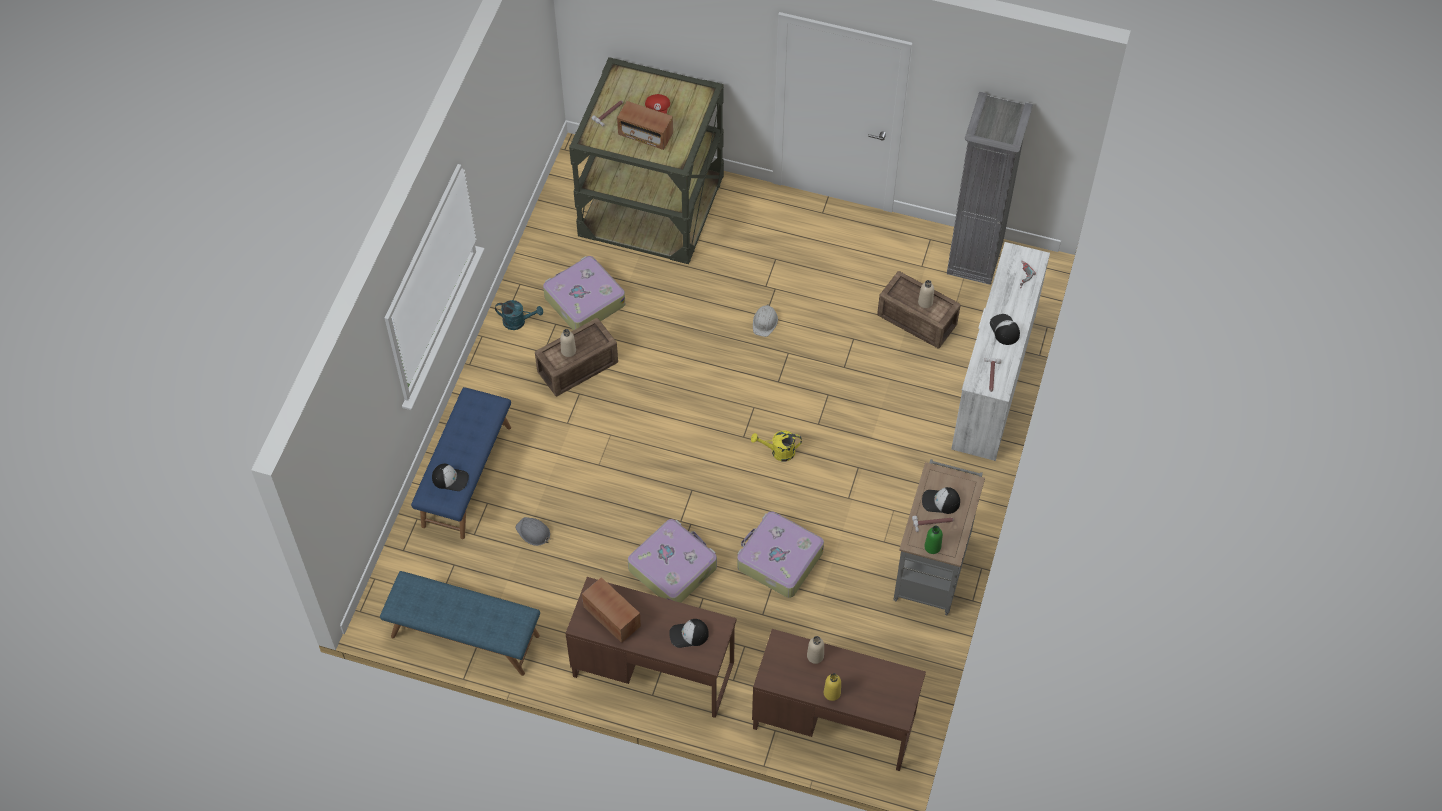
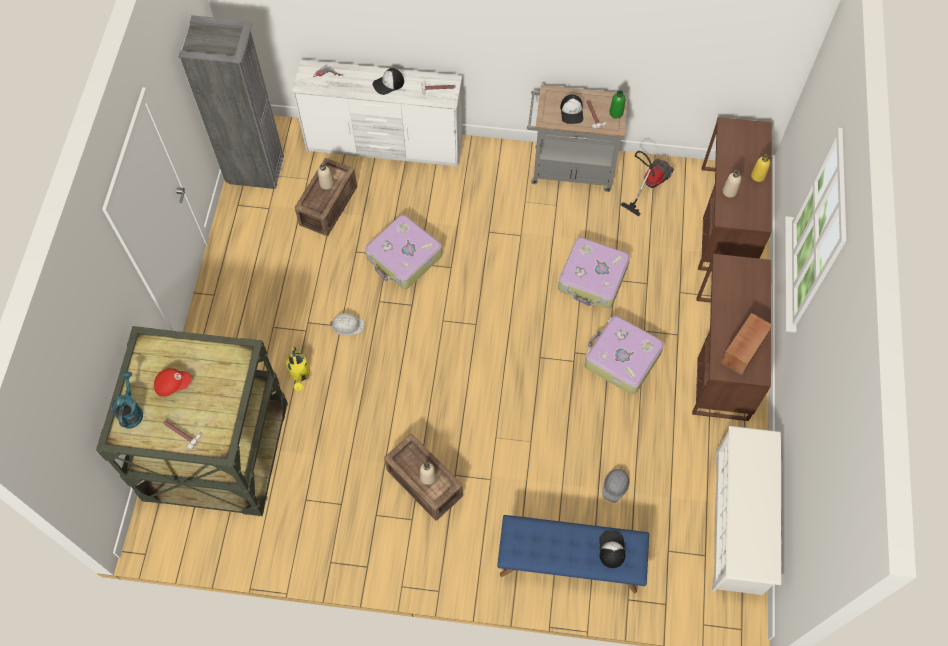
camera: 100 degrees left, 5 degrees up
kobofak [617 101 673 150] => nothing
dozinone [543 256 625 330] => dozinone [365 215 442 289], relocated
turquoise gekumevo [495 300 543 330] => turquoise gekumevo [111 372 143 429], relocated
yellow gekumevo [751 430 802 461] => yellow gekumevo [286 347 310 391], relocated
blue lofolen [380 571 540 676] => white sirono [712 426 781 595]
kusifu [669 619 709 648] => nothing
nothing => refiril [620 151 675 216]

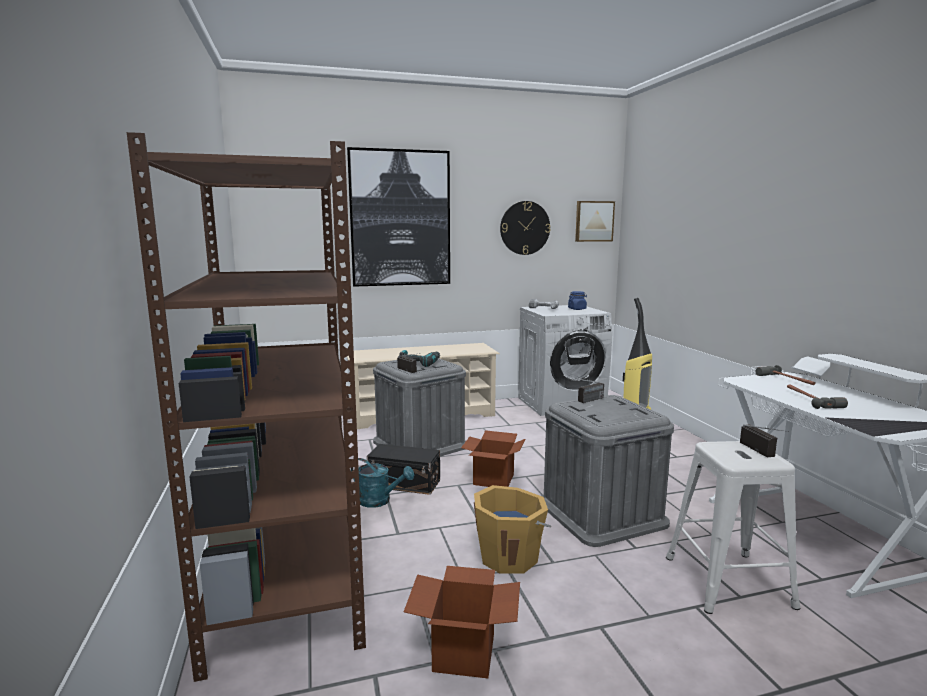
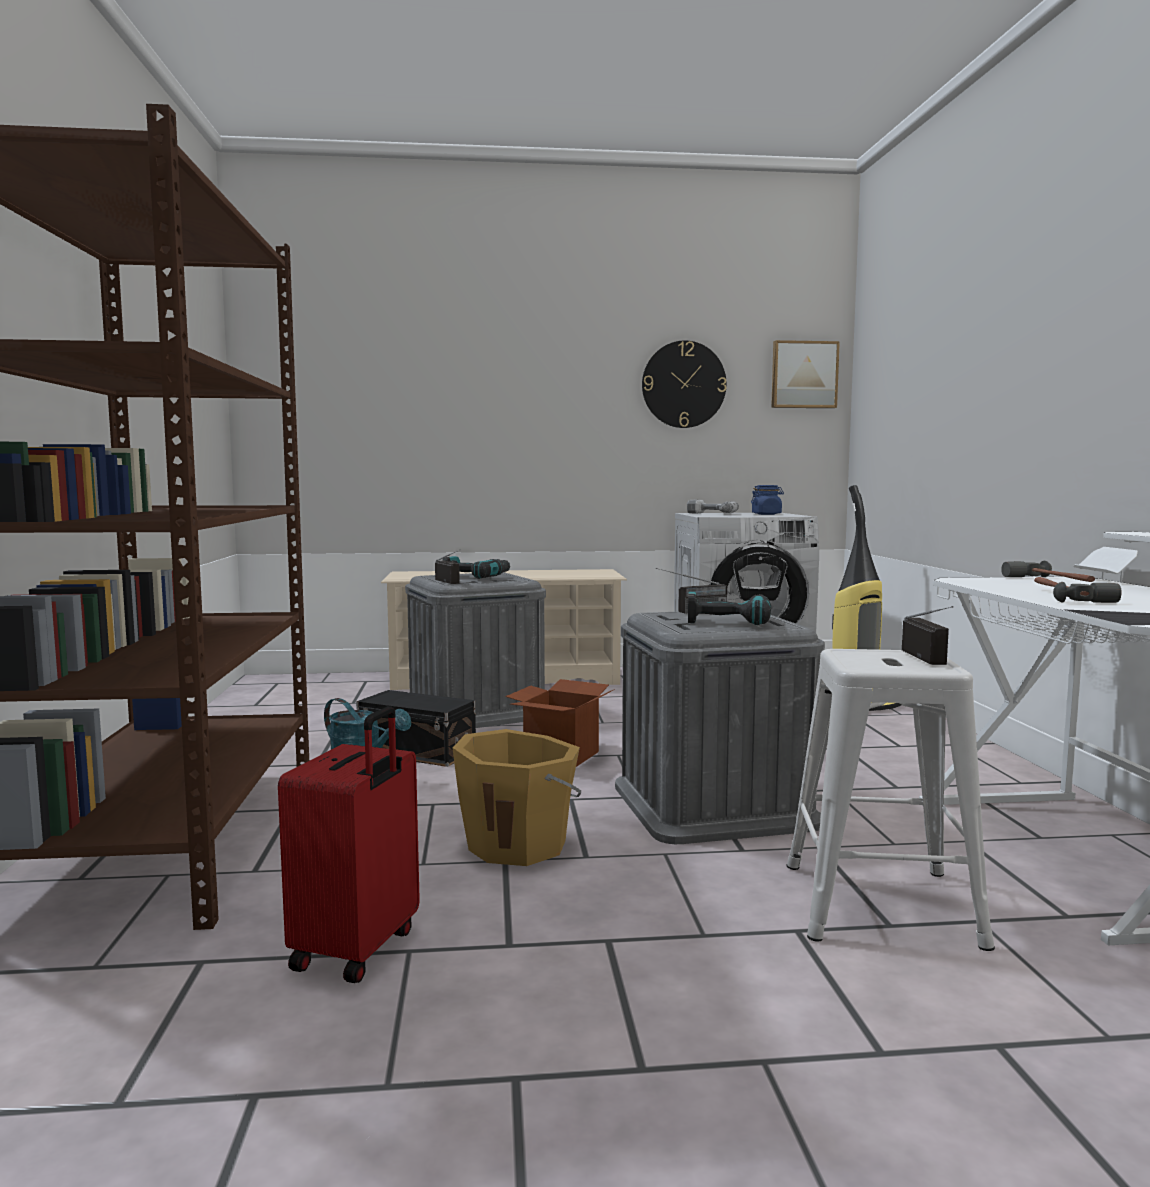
camera: 10 degrees right, 5 degrees down
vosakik [347 147 450 287] => nothing
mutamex [404 566 520 678] => red dozinone [278 706 420 983]
nothing => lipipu [688 592 771 625]

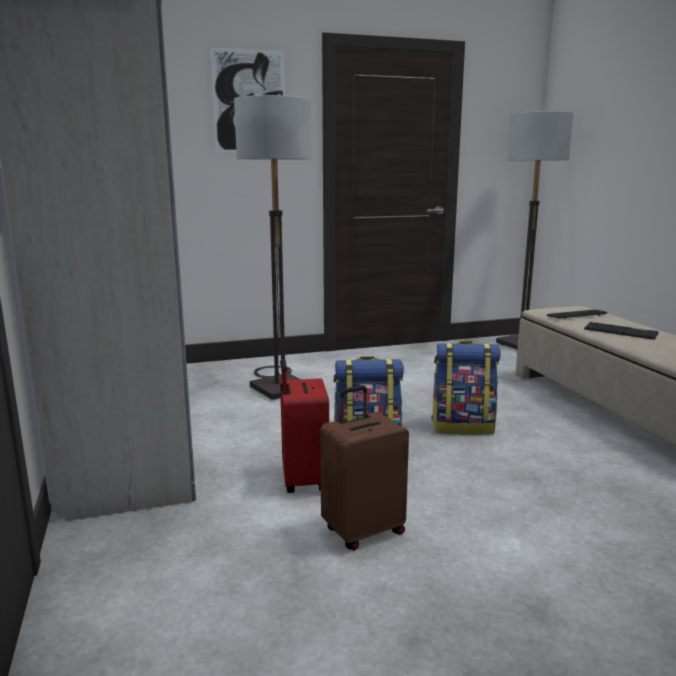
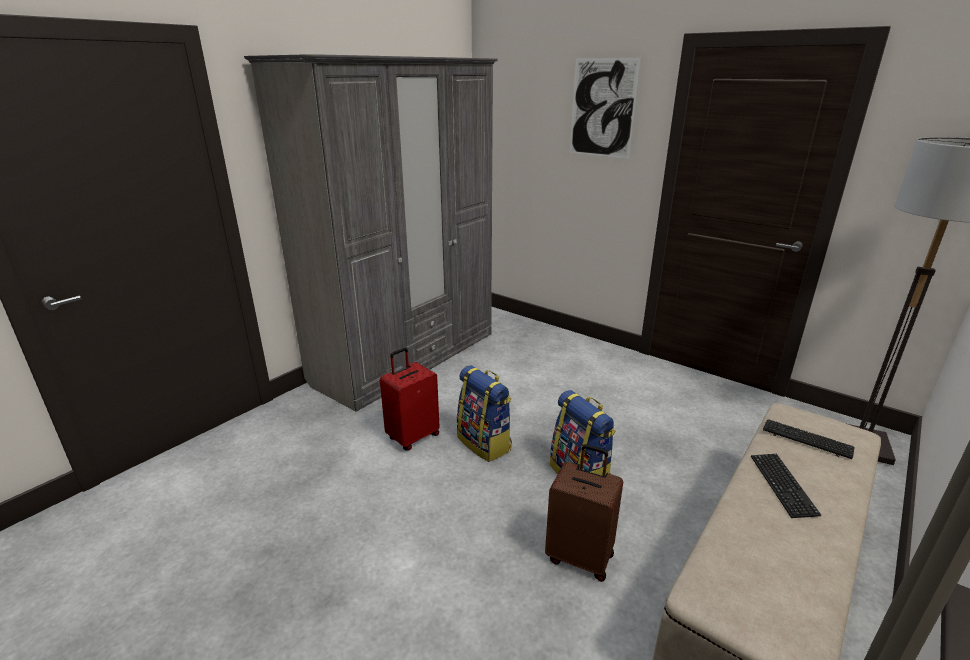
camera: 55 degrees right, 10 degrees up
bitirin [234 95 311 400] => nothing
brown dozinone [320 385 409 550] => brown dozinone [545 444 623 582], relocated

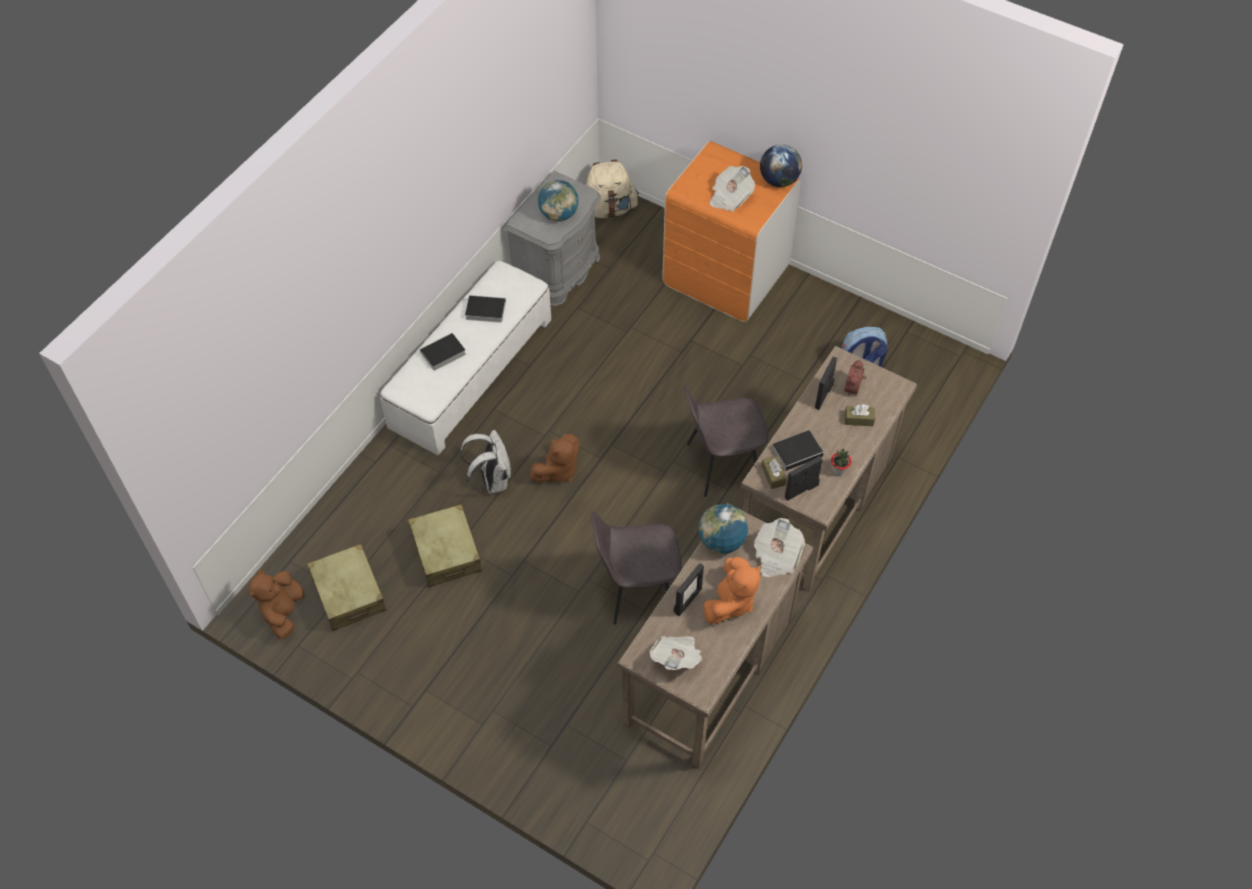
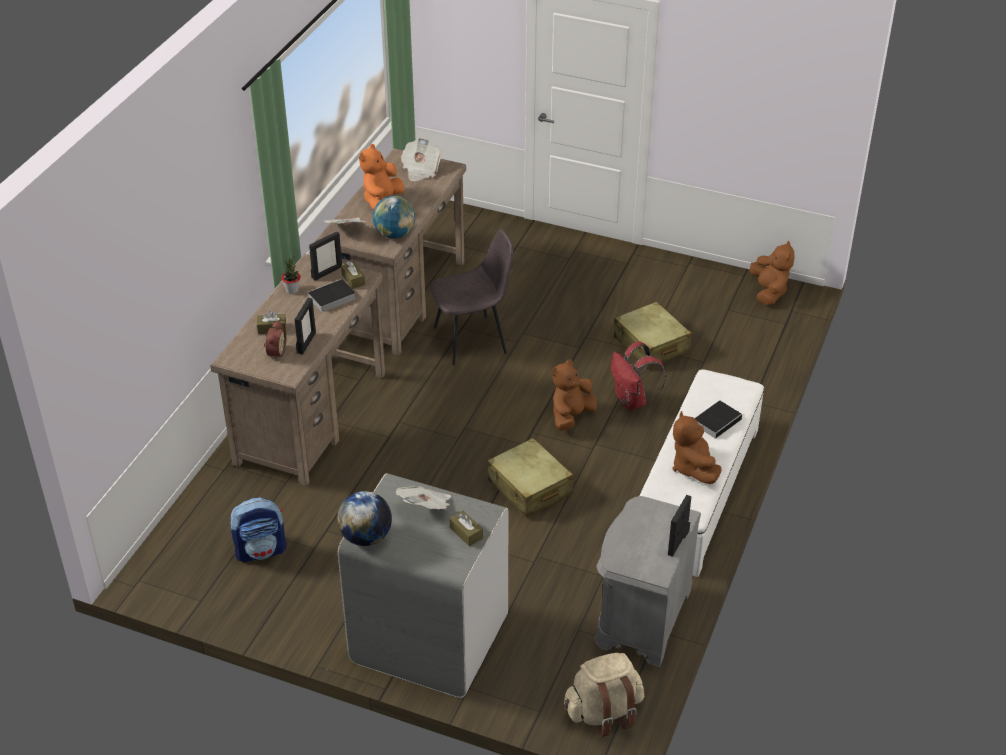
camera: 170 degrees right, 15 degrees down
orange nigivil [662 141 801 322] => grey nigivil [338 473 508 698]
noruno [538 180 579 221] => nothing
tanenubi [463 295 506 323] => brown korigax [672 411 722 484]
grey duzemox [684 386 769 497] => nothing
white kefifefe [460 430 511 494] => red kefifefe [611 341 666 410]
beige dozinone [307 544 386 631] => beige dozinone [487 438 573 517], relocated
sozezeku [674 563 704 616] => sozezeku [668 495 691 557], relocated
nothing => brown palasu [449 511 483 546]

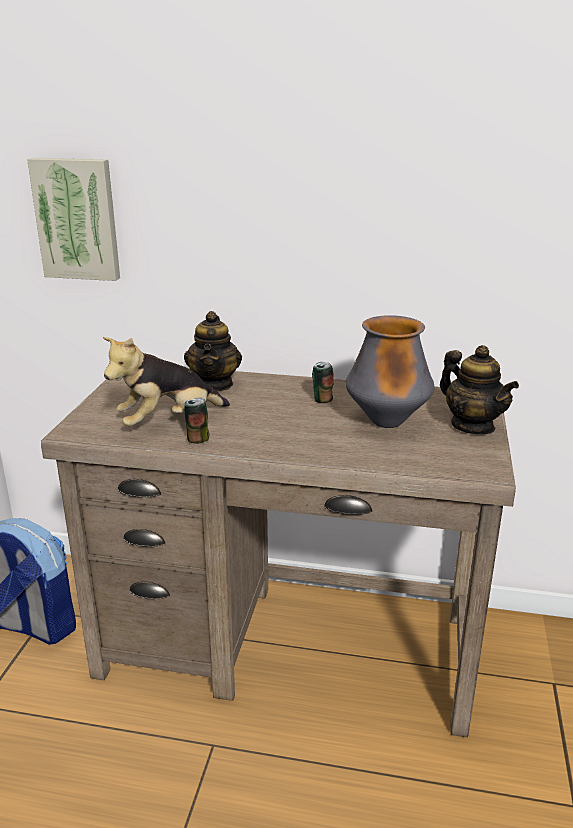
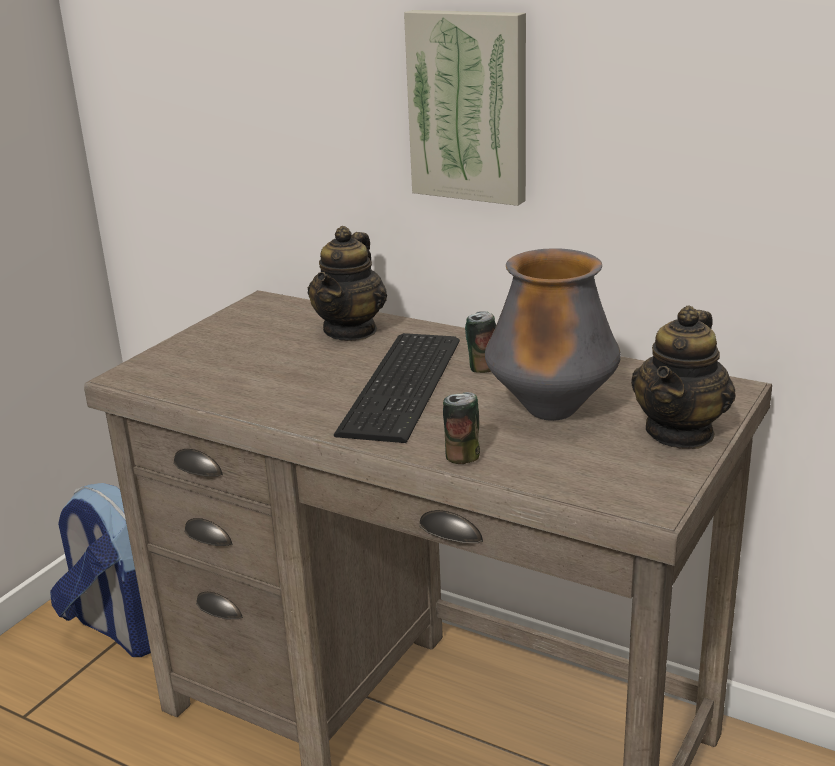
camera: 20 degrees right, 0 degrees up
vosakik [27 158 120 281] => vosakik [404 10 526 206], relocated
korigax [103 337 230 426] => nothing
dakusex [440 345 519 434] => dakusex [631 305 736 449], 45 degrees clockwise
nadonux [184 397 209 444] => nadonux [443 392 480 464], relocated
nothing => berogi [334 333 460 443]

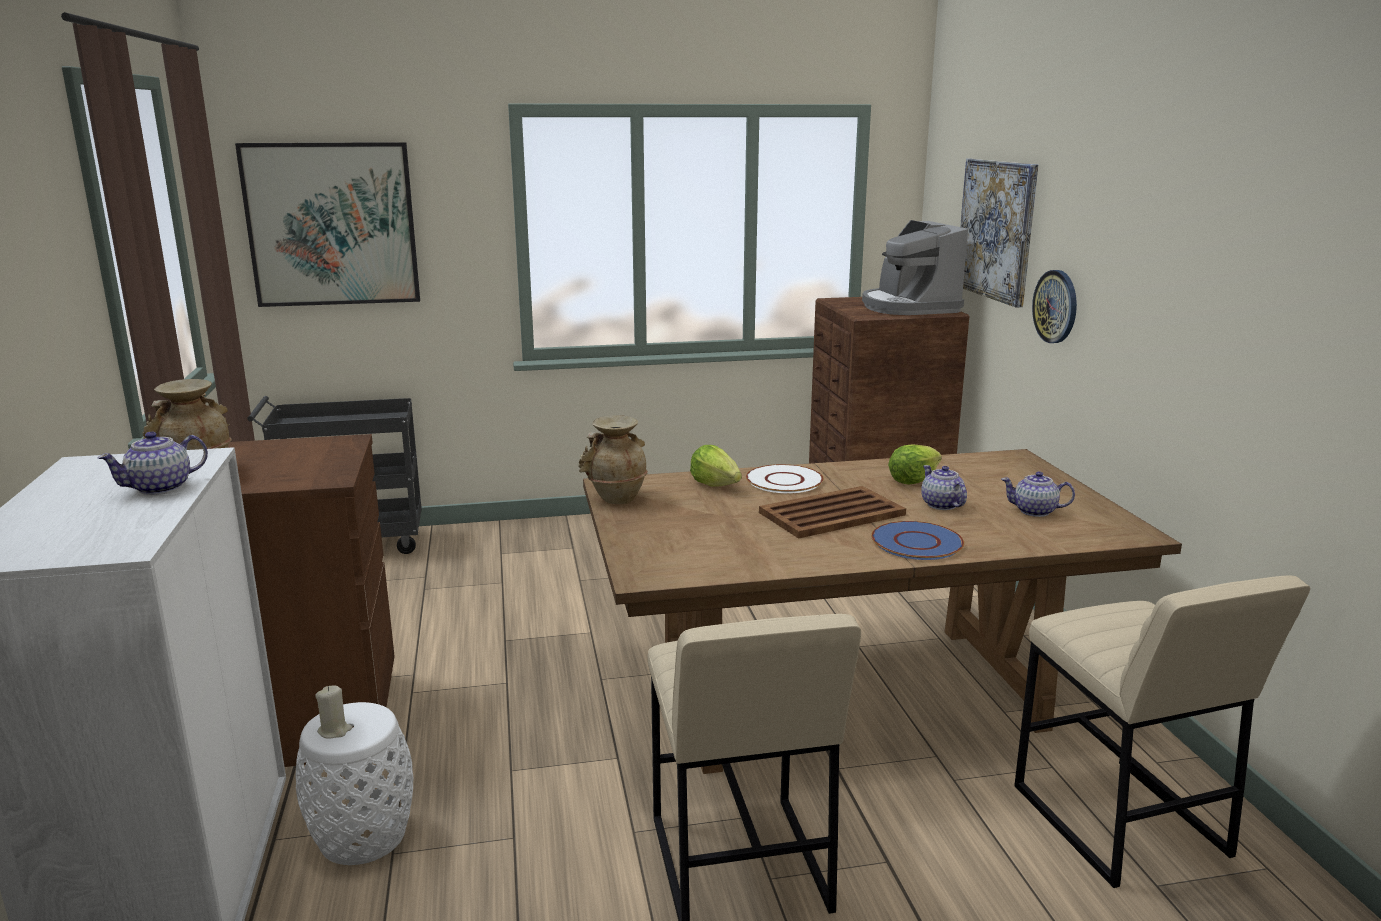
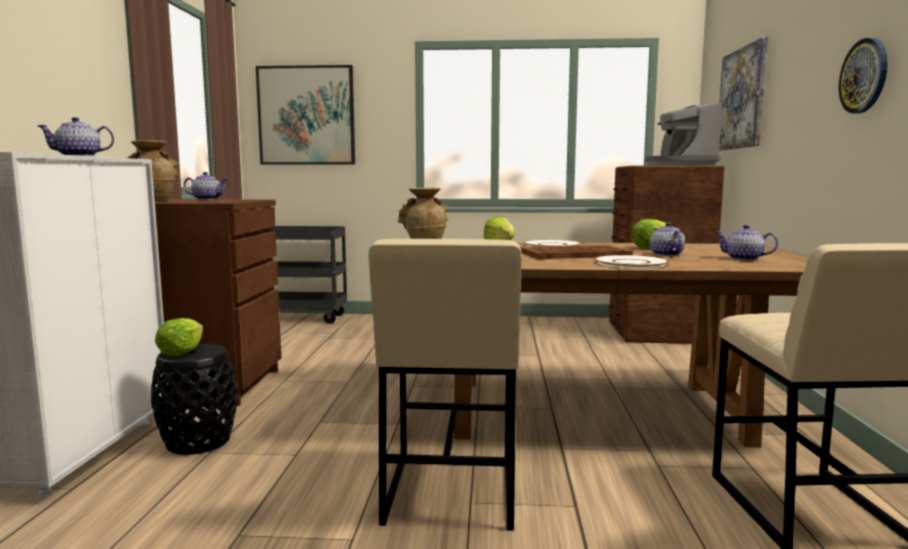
camera: 15 degrees right, 10 degrees down
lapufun [1032 270 1077 343] => lapufun [839 38 888 114], relocated
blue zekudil [871 521 964 560] => white zekudil [594 255 670 268]
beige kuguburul [315 685 352 739] => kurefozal [155 318 203 356]
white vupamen [296 702 414 865] => black vupamen [151 344 237 455]
nothing => dakusex [184 172 228 200]

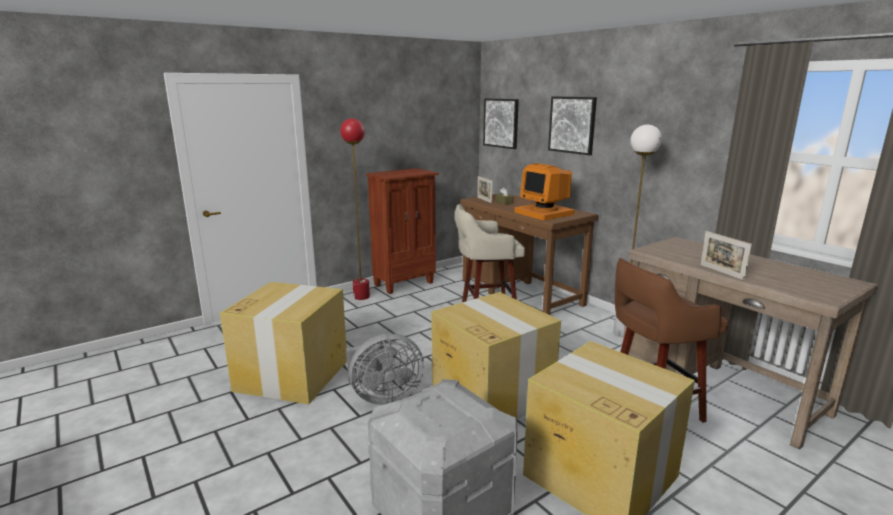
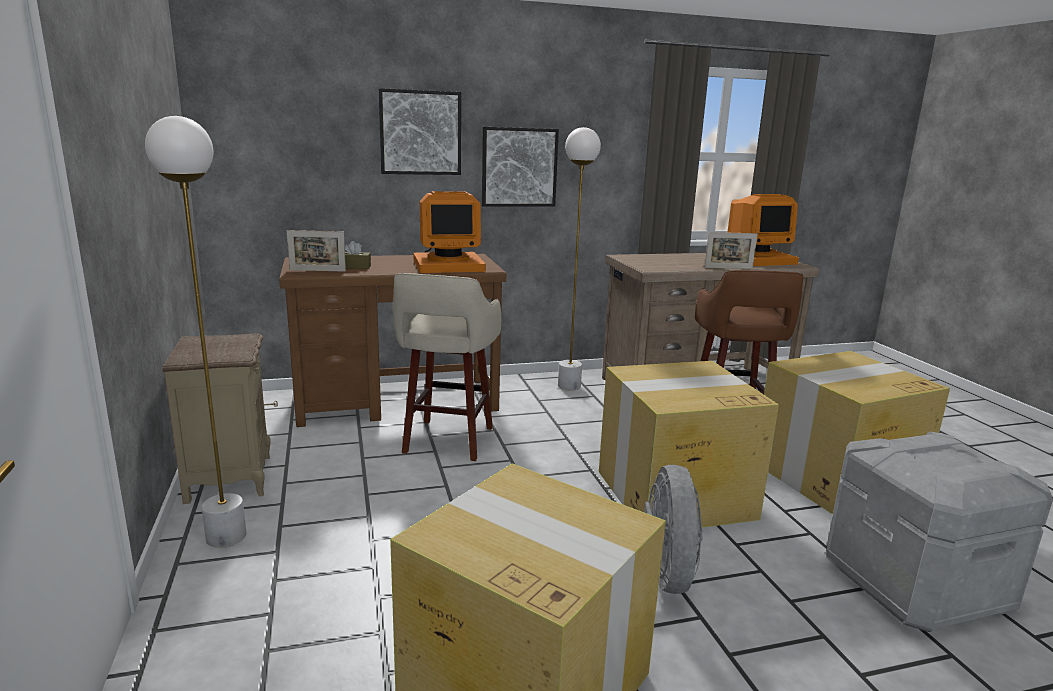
camera: 70 degrees left, 0 degrees up
vosakik [483 98 519 149] => vosakik [482 127 559 207], relocated
red bitirin [340 118 370 300] => white bitirin [145 116 246 548]
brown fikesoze [366 168 439 294] => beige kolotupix [162 334 278 504]
nothing => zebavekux [727 194 799 266]

